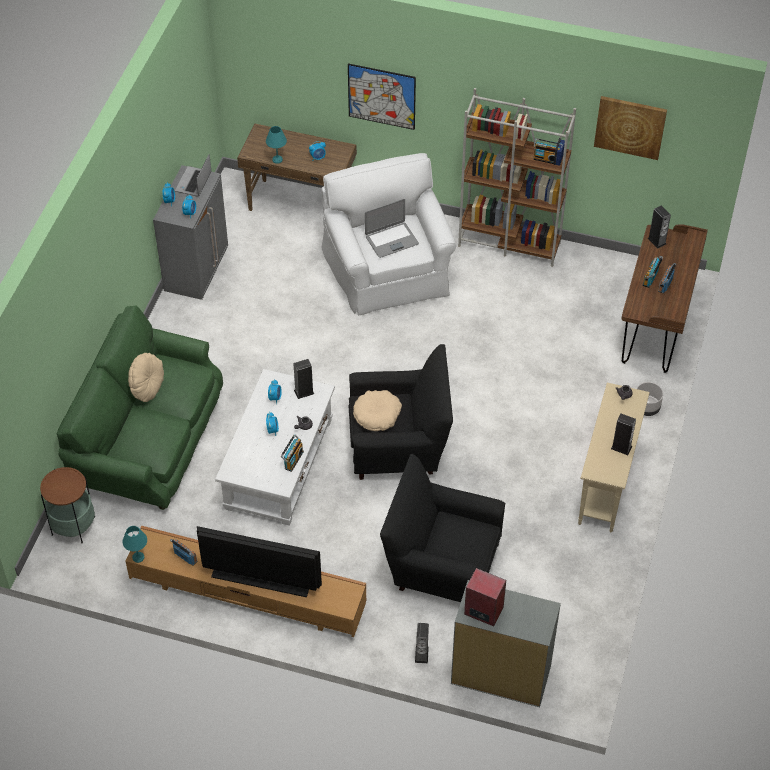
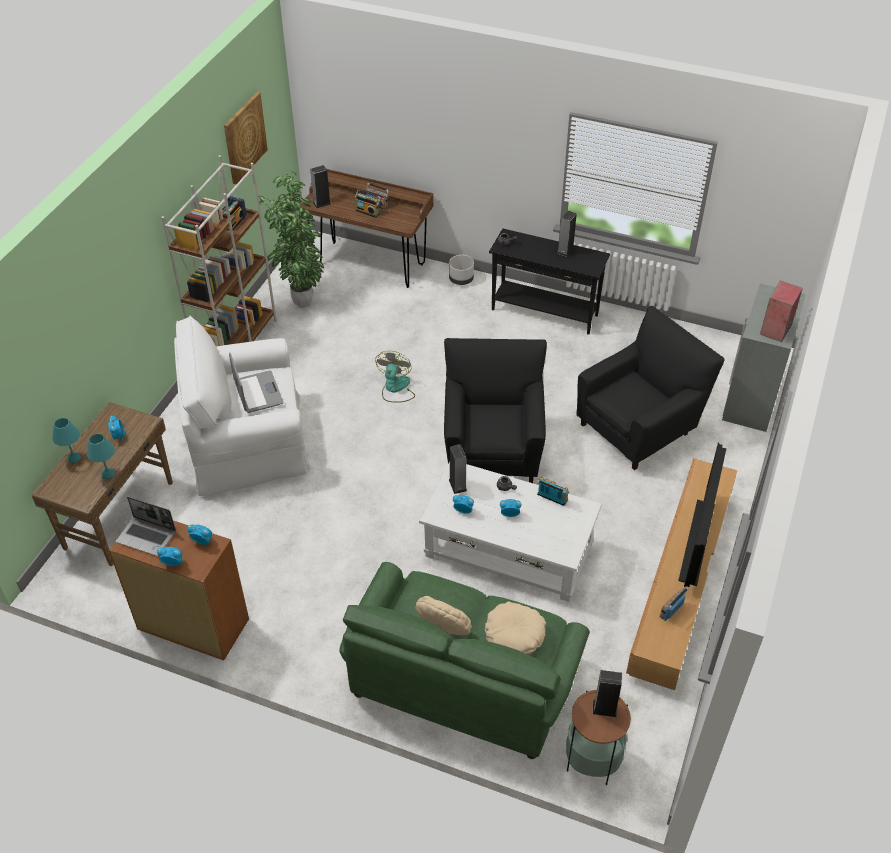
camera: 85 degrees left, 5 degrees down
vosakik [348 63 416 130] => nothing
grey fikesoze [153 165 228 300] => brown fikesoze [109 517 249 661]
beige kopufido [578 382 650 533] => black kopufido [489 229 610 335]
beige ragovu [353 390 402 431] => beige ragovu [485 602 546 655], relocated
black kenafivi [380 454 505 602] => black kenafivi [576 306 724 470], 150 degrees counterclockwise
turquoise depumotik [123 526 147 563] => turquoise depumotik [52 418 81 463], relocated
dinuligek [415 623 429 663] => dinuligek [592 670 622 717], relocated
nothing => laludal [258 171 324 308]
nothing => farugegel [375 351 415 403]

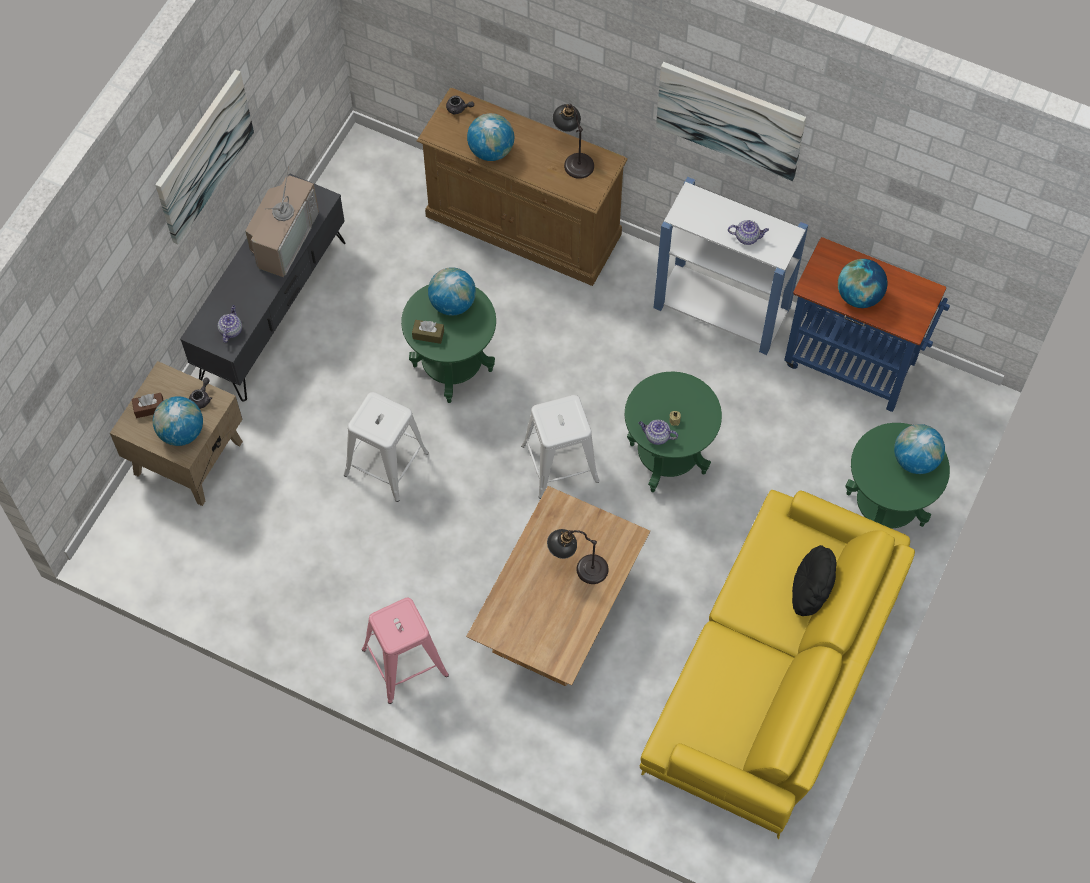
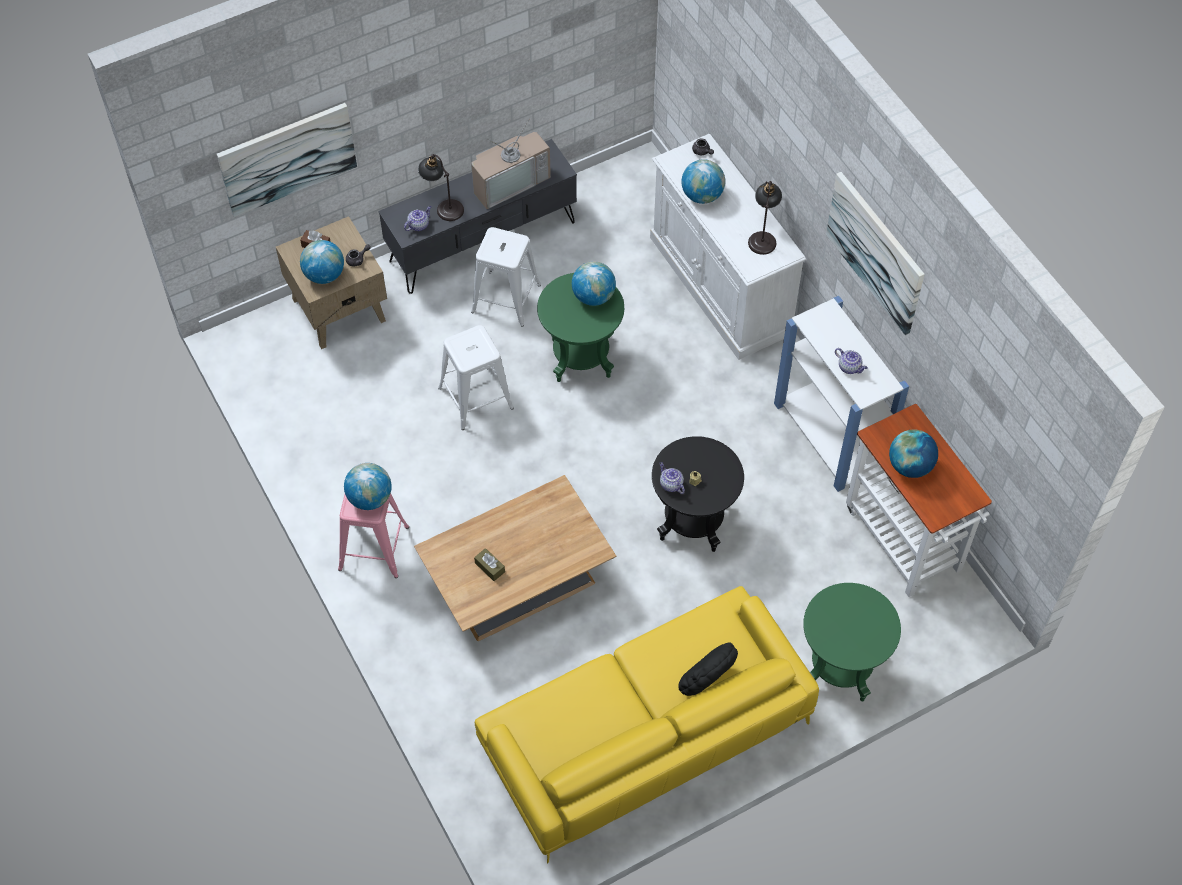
camera: 35 degrees right, 5 degrees down
vosakik [155 69 254 244] => vosakik [217 103 357 217], relocated
brown fikesoze [417 88 628 286] => white fikesoze [650 134 806 360]
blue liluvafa [784 237 950 412] => white liluvafa [846 404 992 597]
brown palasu [412 320 444 344] => brown palasu [474 548 505 581], relocated
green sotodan [625 372 722 492] => black sotodan [652 436 744 552]
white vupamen [521 395 600 499] => white vupamen [471 227 541 327], relocated
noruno [894 424 945 474] => noruno [344 463 392 510], relocated
grey depumotik [547 529 609 584] => grey depumotik [418 154 464 221], relocated

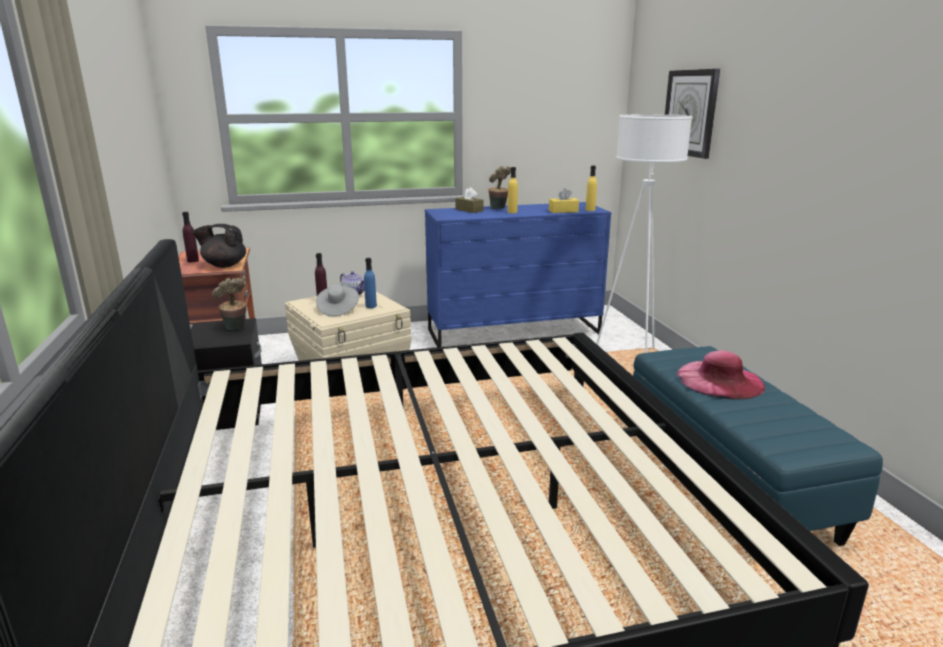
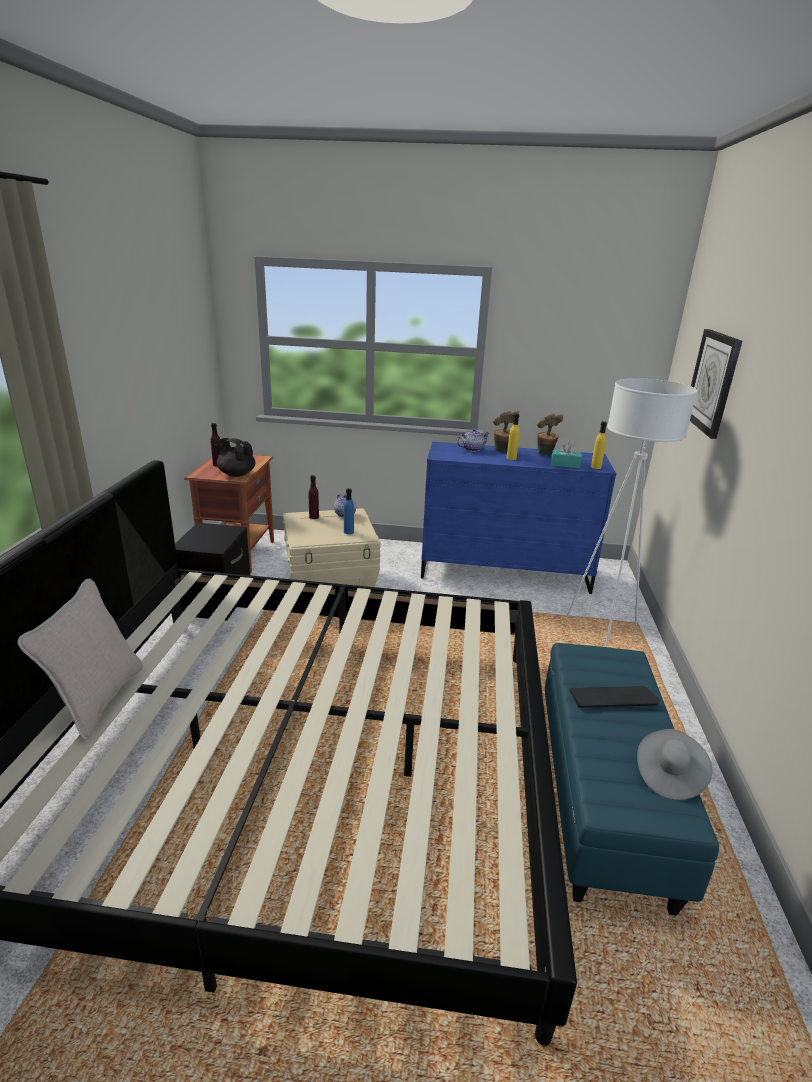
camera: 20 degrees right, 5 degrees up
brown palasu [455 187 483 213] => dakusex [457 428 490 452]
yellow palasu [549 188 579 213] => turquoise palasu [551 442 582 468]
laludal [212 276 246 330] => laludal [537 413 563 455], relocated
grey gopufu [316 285 359 316] => grey gopufu [637 729 713 800], relocated
pink gopufu [677 350 765 400] => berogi [569 686 660 708]
nothing => beige ragovu [18 579 143 740]

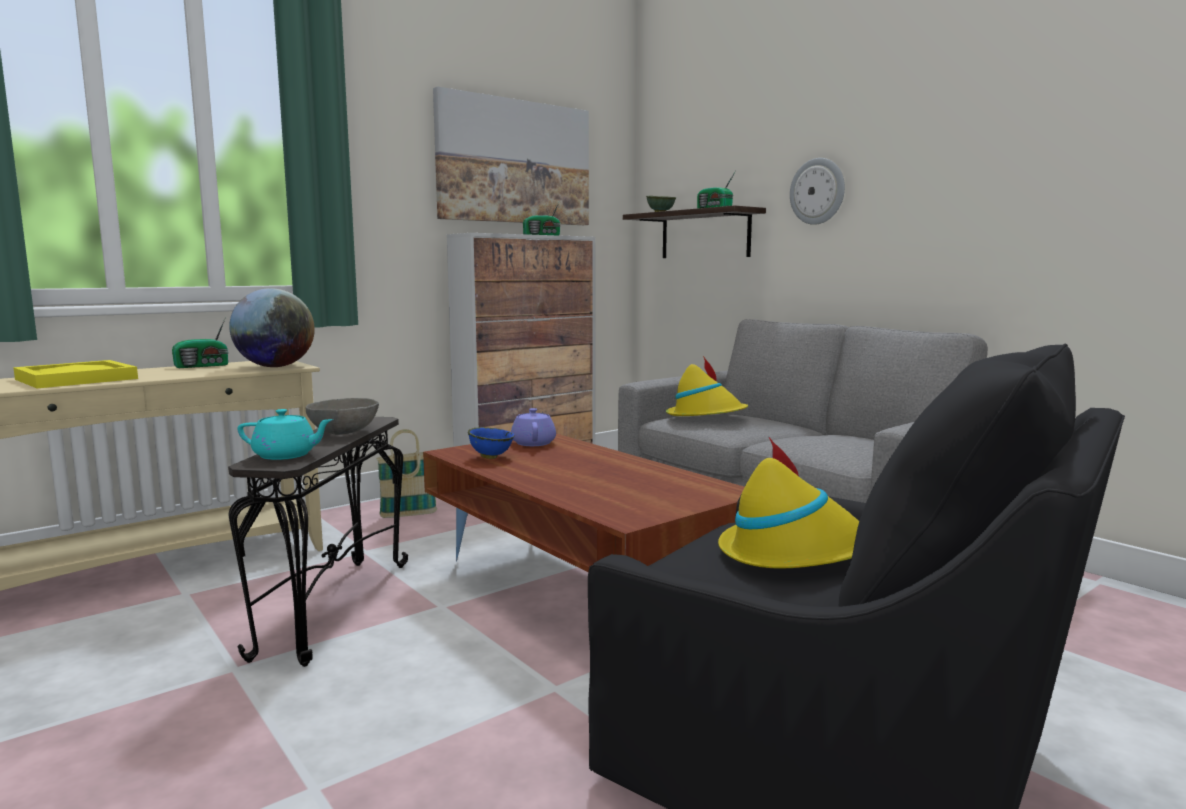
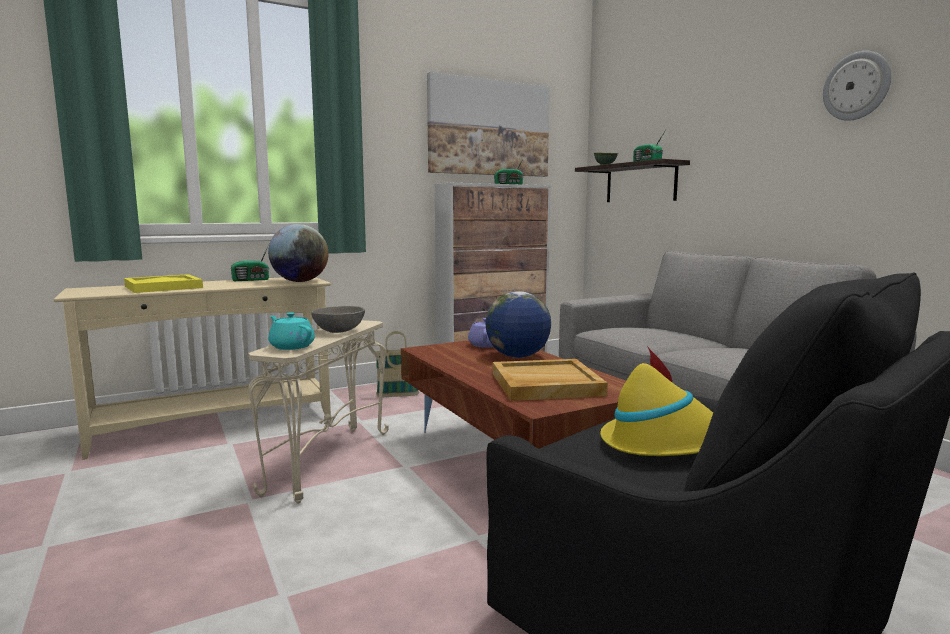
camera: 10 degrees right, 0 degrees up
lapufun [790 158 845 225] => lapufun [823 51 891 121], relocated
yellow gopufu [666 356 748 416] => nothing
turquoise dakusex [238 409 333 460] => turquoise dakusex [268 312 315 350], 150 degrees counterclockwise
black sotodan [228 417 408 667] => beige sotodan [248 320 389 504]
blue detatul [468 427 515 459] => nothing
nothing => noruno [485 291 551 358]
nothing => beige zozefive [493 359 608 401]

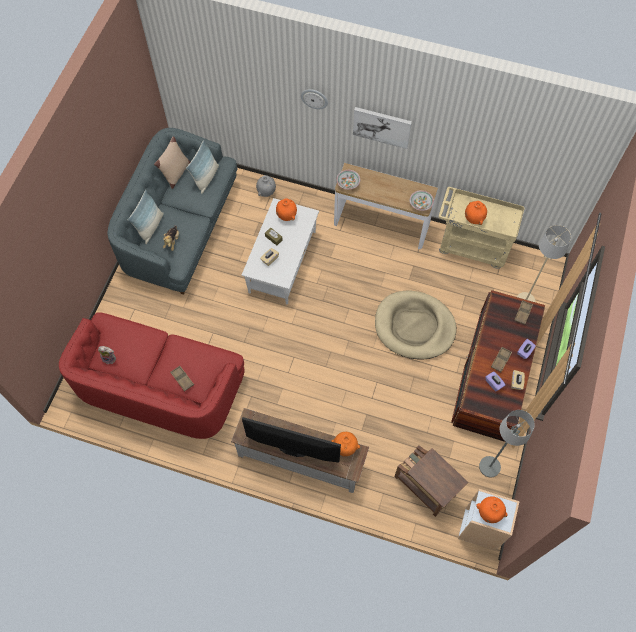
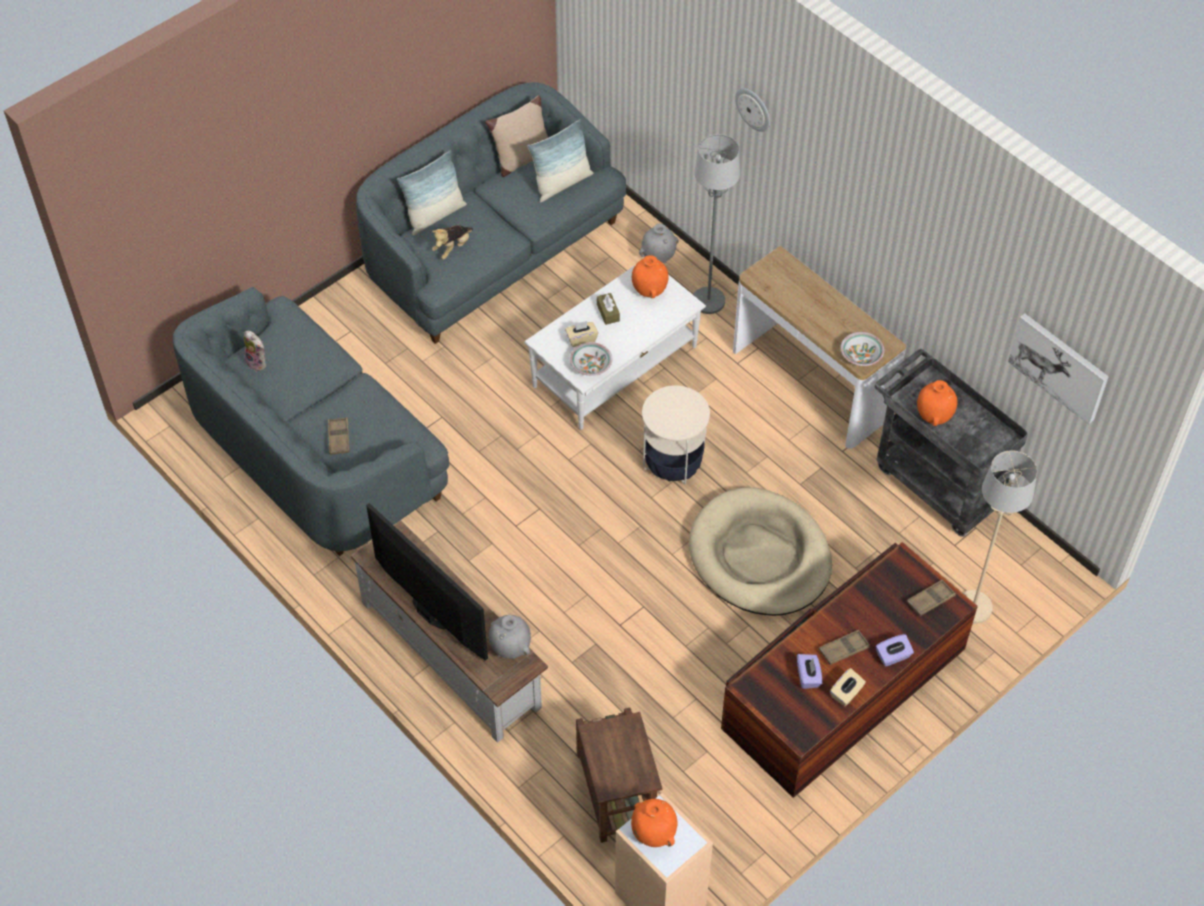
camera: 30 degrees right, 10 degrees down
vosakik [353 107 412 149] => vosakik [1008 314 1109 425], relocated
detatul [337 170 360 190] => detatul [570 342 613 376], relocated
beige liluvafa [438 187 524 269] => black liluvafa [875 349 1028 537]
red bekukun [59 312 244 439] => grey bekukun [173 287 450 556]
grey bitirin [479 410 535 478] => grey bitirin [693 134 740 314], relocated
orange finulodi [331 432 360 456] => grey finulodi [489 615 531 659]
nothing => beige sotodan [642 385 710 484]

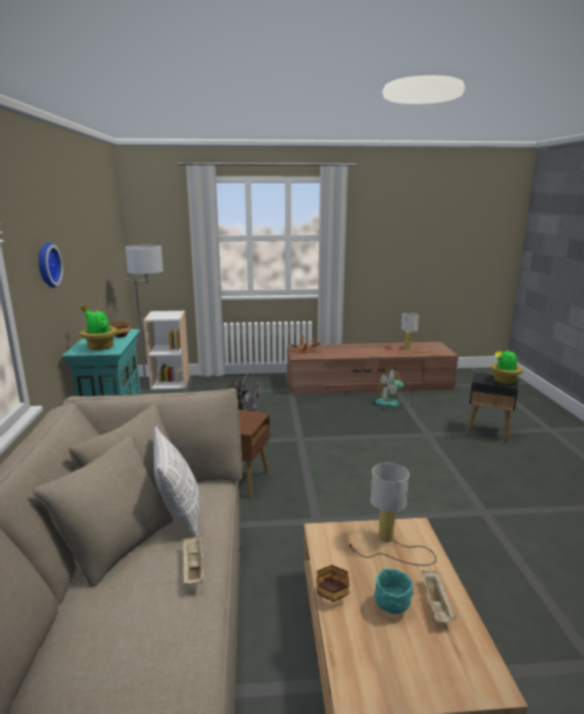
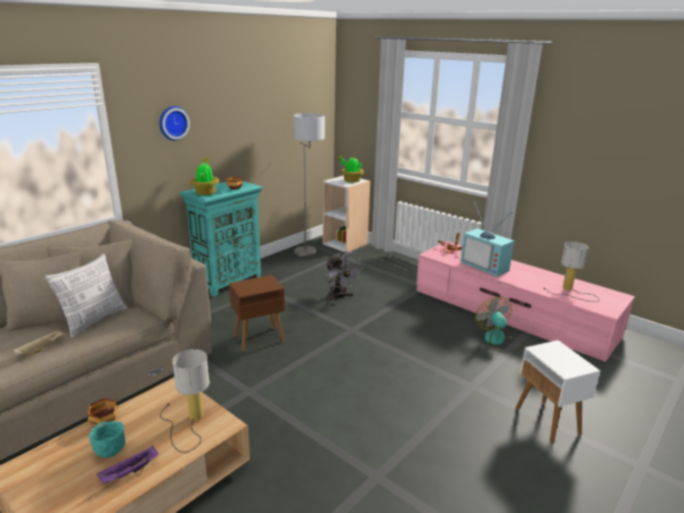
camera: 45 degrees right, 5 degrees up
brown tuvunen [287 342 459 395] => pink tuvunen [416 241 635 362]
laludal [491 349 523 384] => laludal [338 156 364 183], relocated
farugegel [375 368 410 407] => farugegel [475 297 523 353], 45 degrees clockwise
black sotodan [466 372 518 441] => white sotodan [515 340 600 444]
beige zozefive [421 570 456 623] => purple zozefive [97 446 158 484]
nothing => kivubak [461 202 514 277]

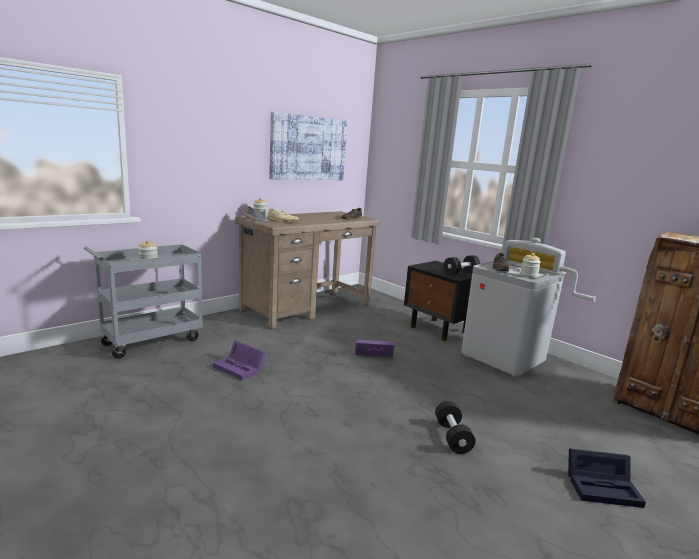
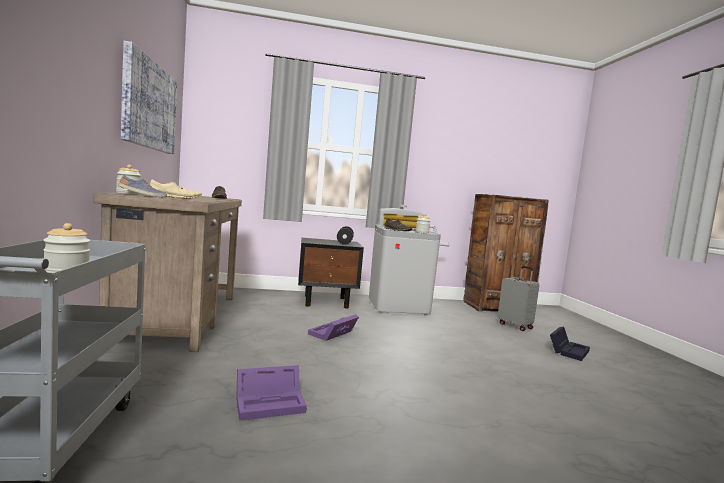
camera: 55 degrees left, 10 degrees down
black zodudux [435 401 476 454] => nothing
nothing => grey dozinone [498 266 539 331]

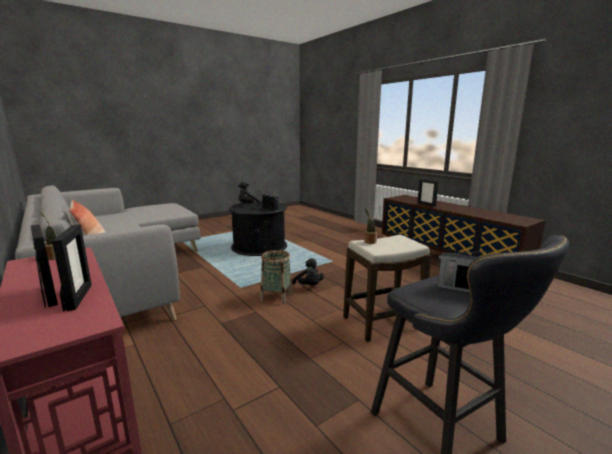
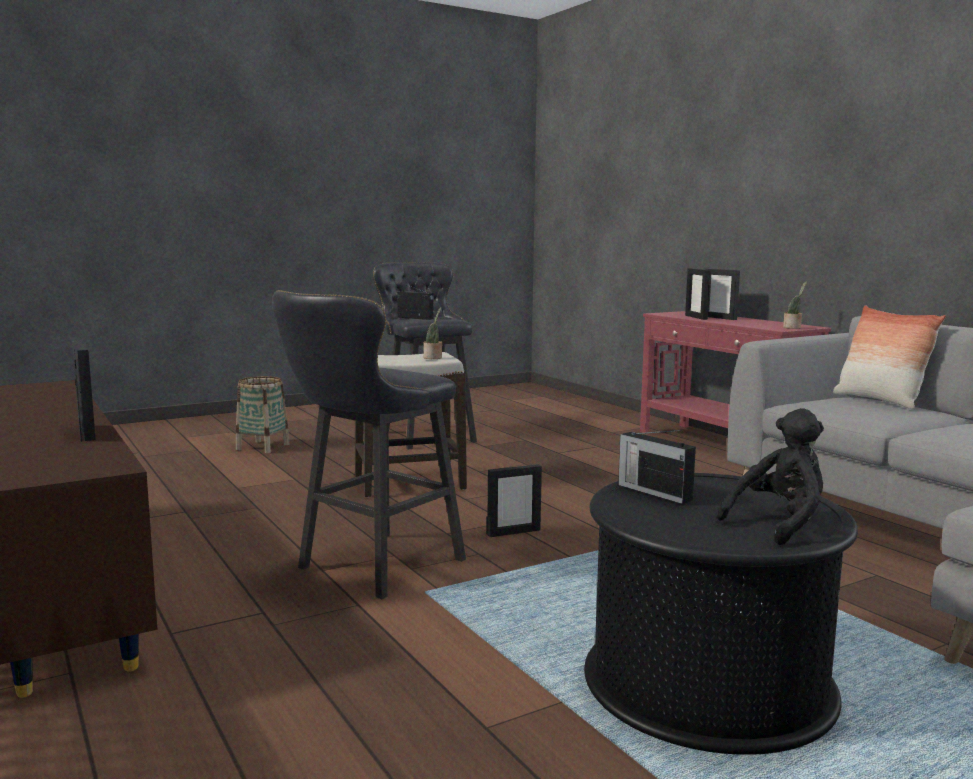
camera: 175 degrees left, 5 degrees down
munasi [260 250 292 304] => munasi [236 376 289 453], relocated
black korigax [292 258 324 285] => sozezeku [486 464 542 537]
nothing => black vupamen [272 290 466 599]

